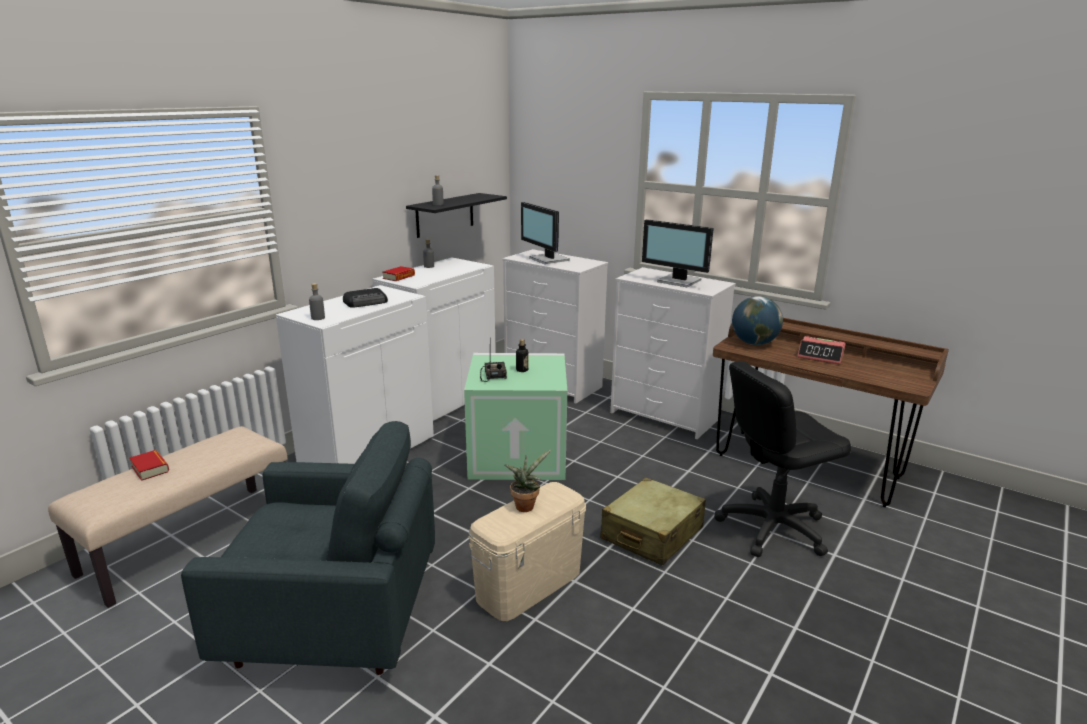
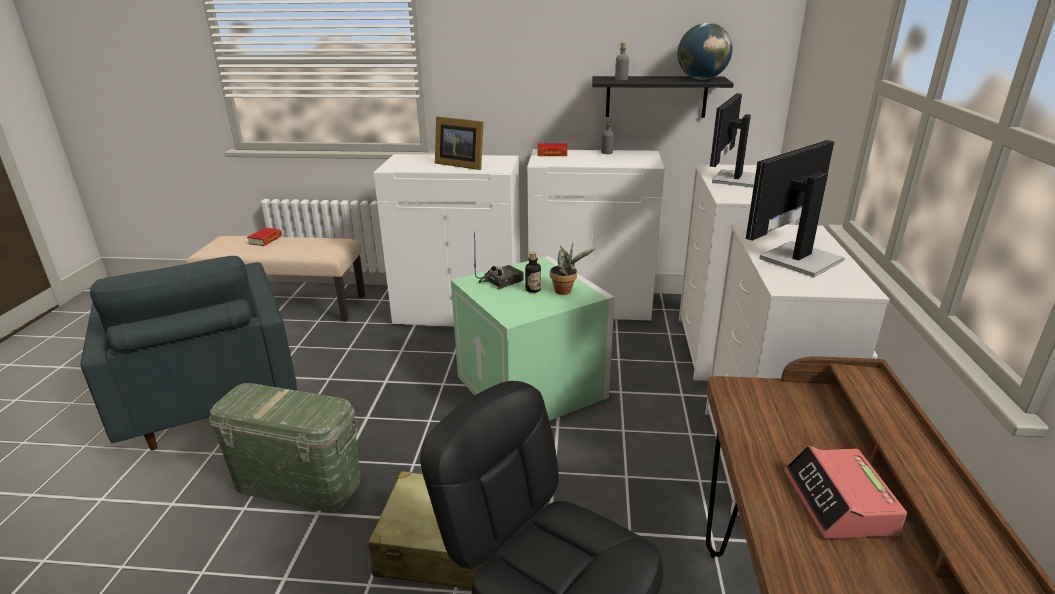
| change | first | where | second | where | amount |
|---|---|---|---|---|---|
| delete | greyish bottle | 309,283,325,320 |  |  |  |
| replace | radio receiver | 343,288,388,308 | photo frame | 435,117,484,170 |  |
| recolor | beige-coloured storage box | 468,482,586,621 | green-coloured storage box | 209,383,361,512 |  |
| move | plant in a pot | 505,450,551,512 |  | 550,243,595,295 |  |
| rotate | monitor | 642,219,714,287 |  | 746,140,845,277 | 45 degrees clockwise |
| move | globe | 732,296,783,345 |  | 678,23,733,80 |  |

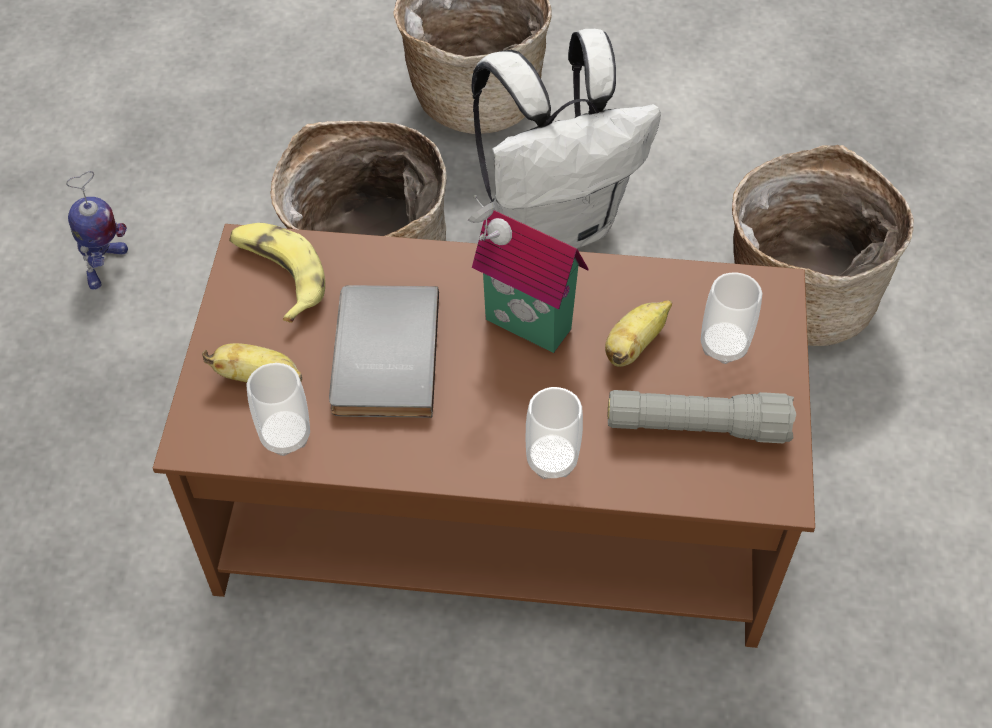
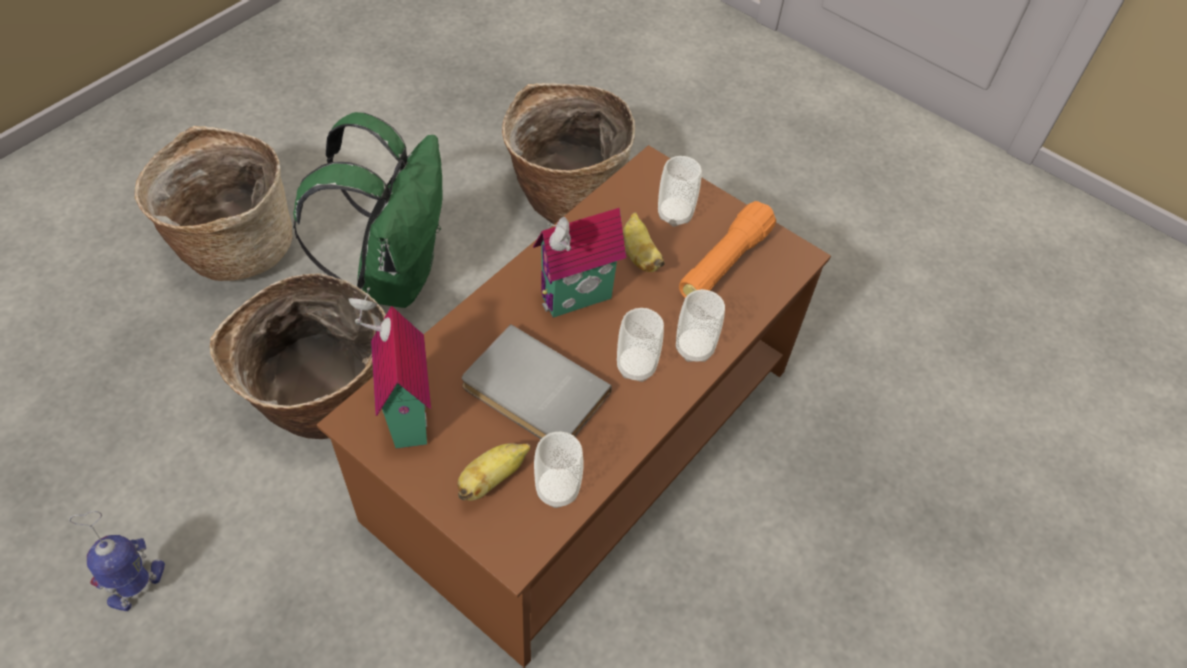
| change | first | where | second | where | amount |
|---|---|---|---|---|---|
| rotate | toy robot | 66,171,128,290 |  | 69,511,165,611 | 105 degrees counterclockwise |
| replace | whole banana | 229,223,325,323 | model house | 348,287,431,449 |  |
| recolor | white knapsack | 471,29,661,248 | green-coloured knapsack | 293,112,443,308 |  |
| recolor | greyish flashlight | 608,390,796,444 | orange-coloured flashlight | 679,201,776,298 |  |
| insert |  |  | drinking cup | 617,308,664,382 |  |

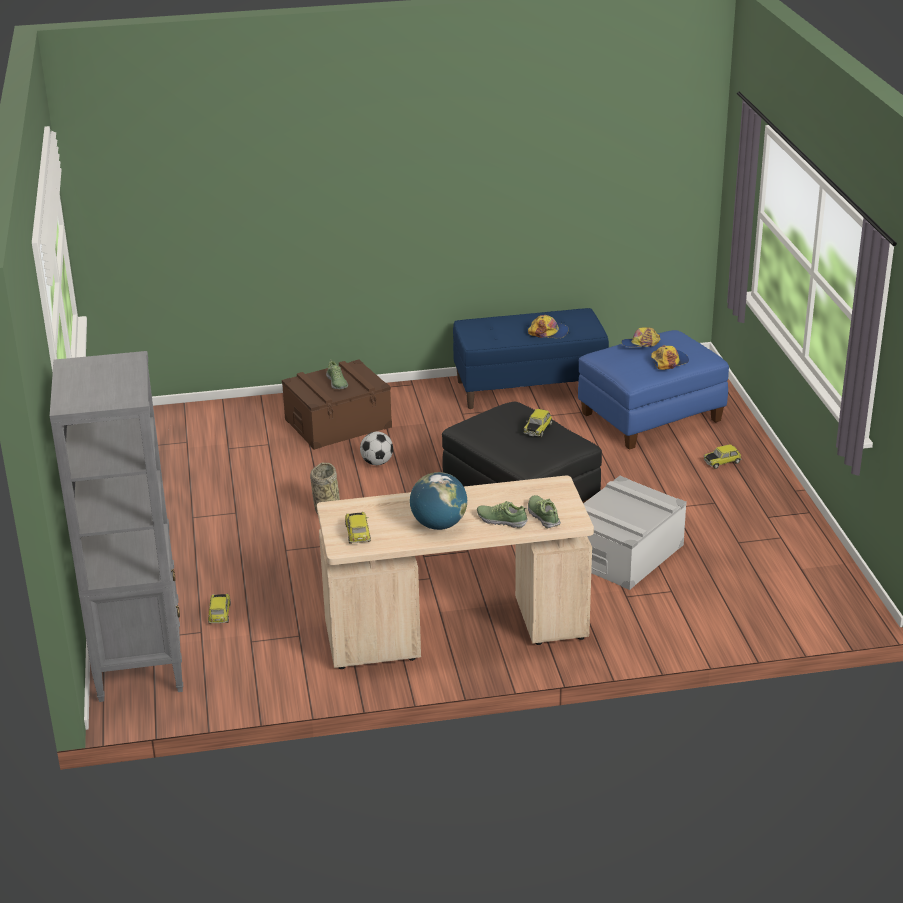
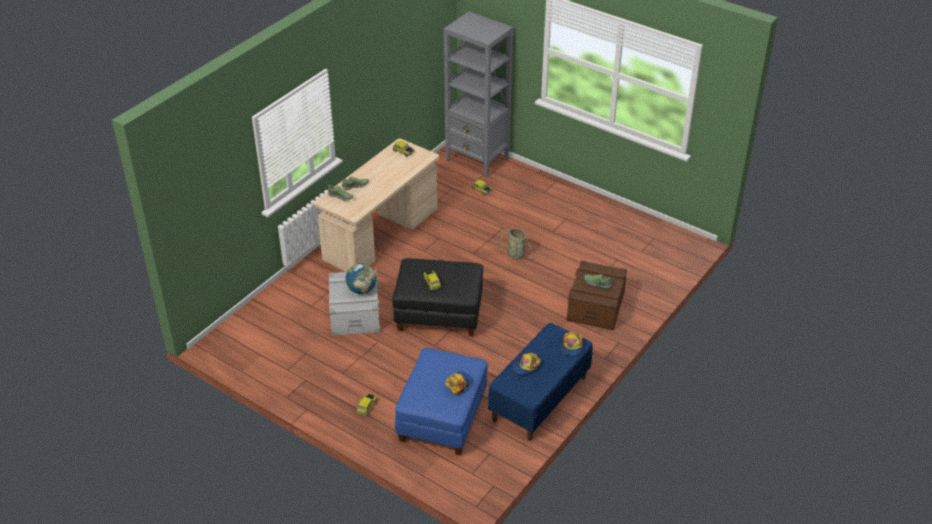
| change | first | where | second | where | amount |
|---|---|---|---|---|---|
| delete | ball for football | 360,432,393,465 |  |  |  |
| move | globe | 410,472,467,530 |  | 345,263,377,294 |  |
| move | peaked cap | 651,345,689,370 |  | 561,332,583,355 |  |

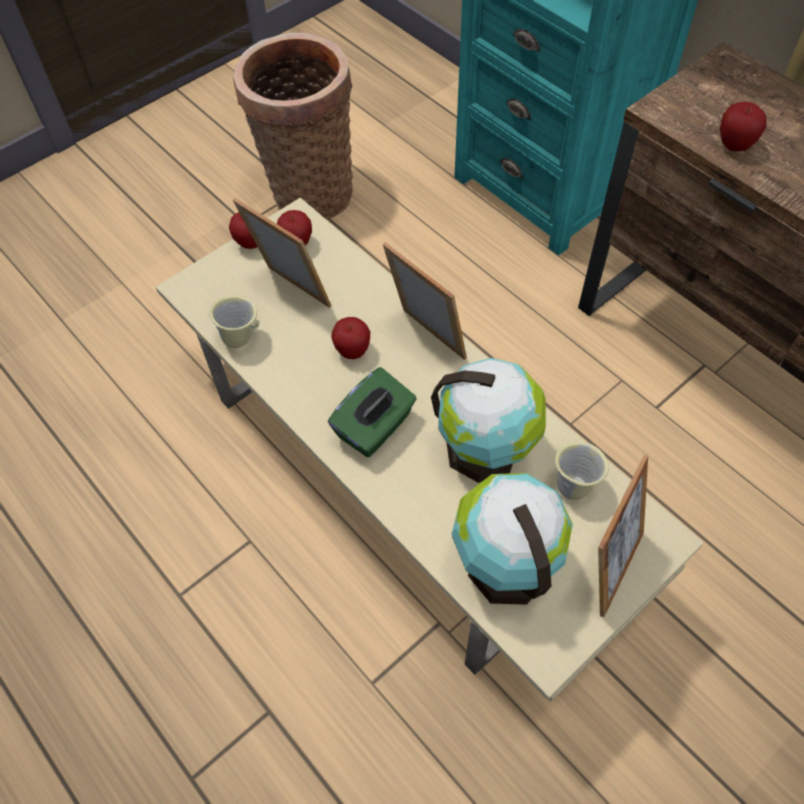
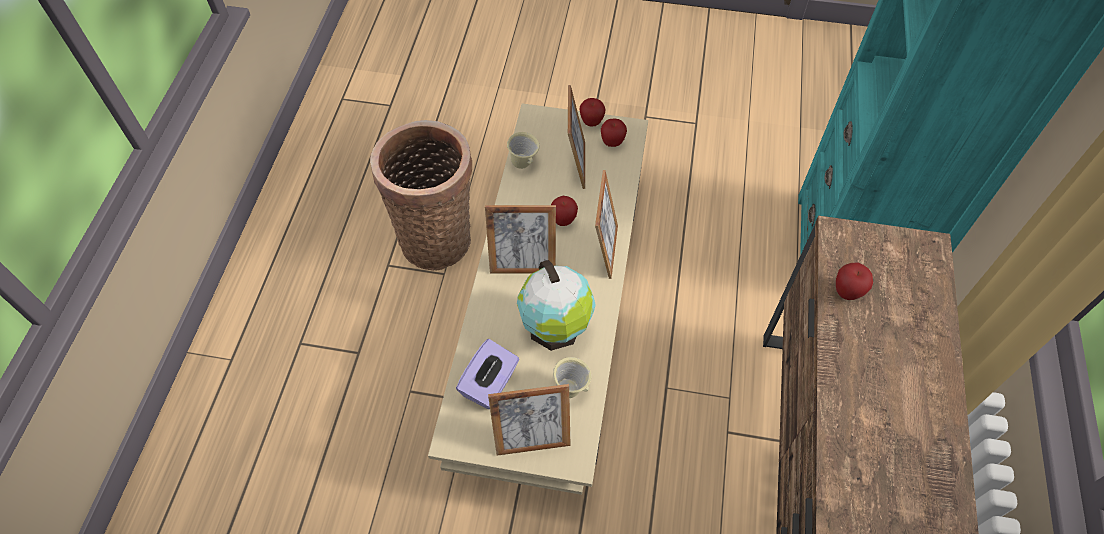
| change | first | where | second | where | amount |
|---|---|---|---|---|---|
| move | storage basket | 233,33,353,220 |  | 370,120,472,271 |  |
| replace | green-coloured box of tissues | 328,367,417,457 | photo frame | 485,205,556,274 |  |
| replace | globe | 452,473,573,605 | purplish box of tissues | 456,339,519,409 |  |

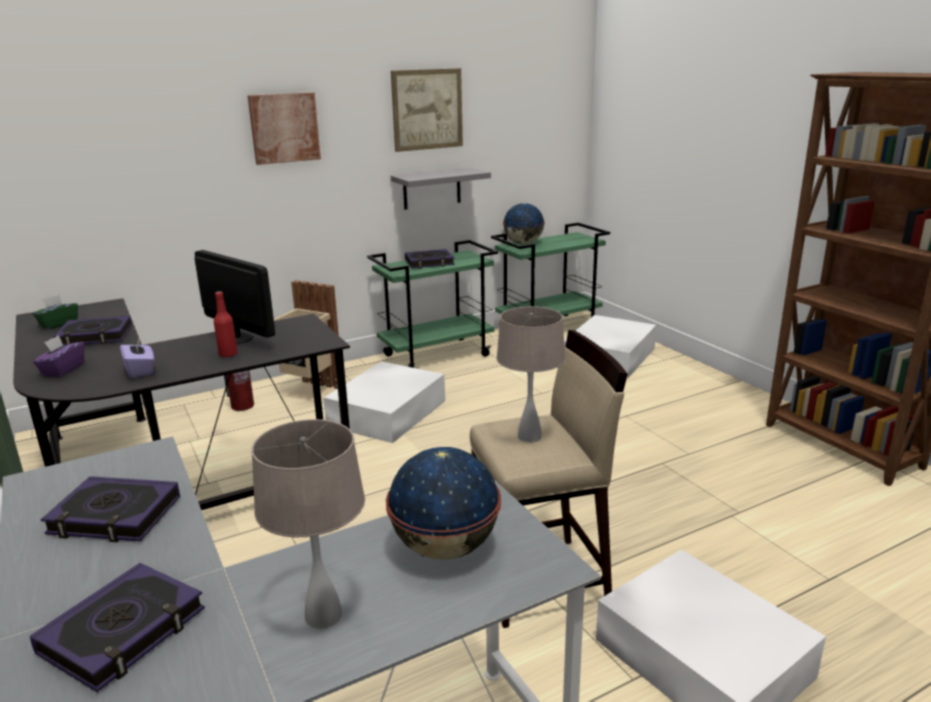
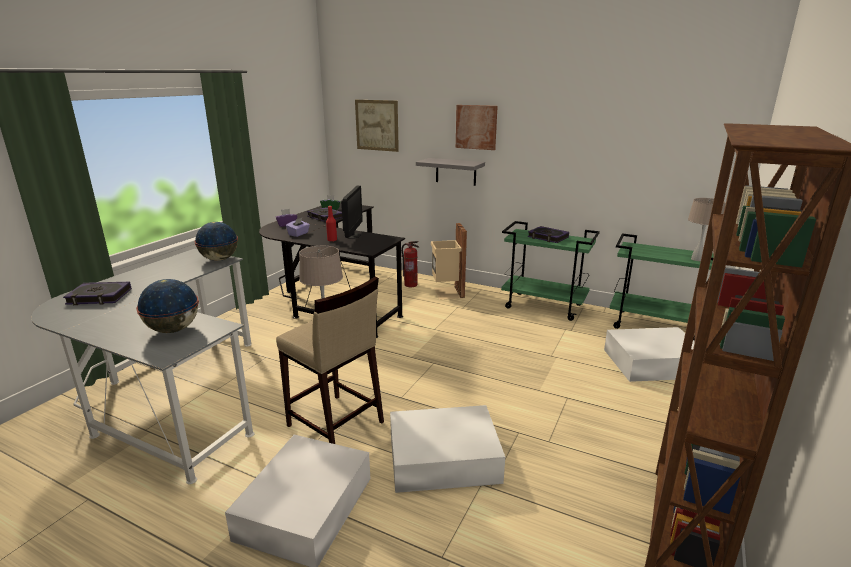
| change | first | where | second | where | amount |
|---|---|---|---|---|---|
| delete | book | 41,476,180,542 |  |  |  |
| move | beige-coloured table lamp | 251,419,365,629 |  | 688,198,726,261 |  |
| move | white storage box | 323,361,445,443 |  | 390,405,505,493 |  |
| move | picture | 391,68,463,152 |  | 355,100,399,152 |  |
| move | greyish shelf | 391,167,491,209 |  | 416,158,485,186 |  |
| move | globe | 503,203,545,244 |  | 194,222,238,261 |  |

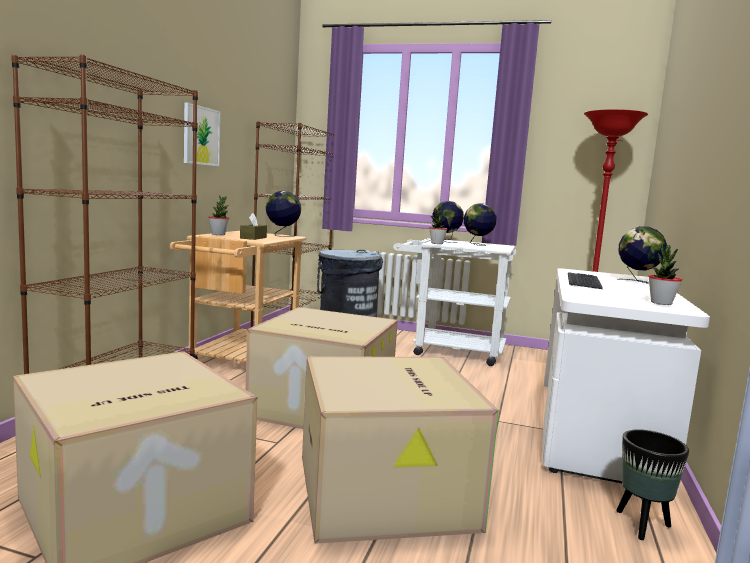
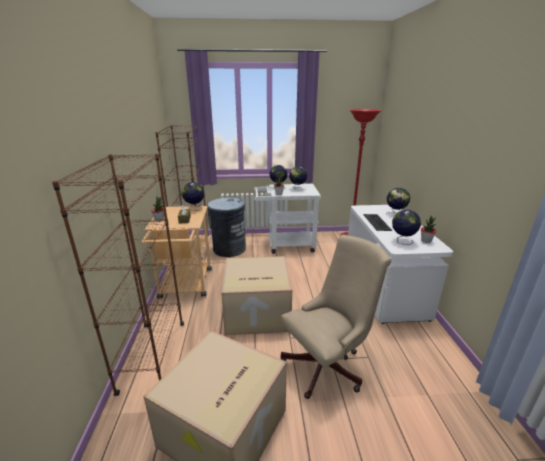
| change | first | where | second | where | amount |
|---|---|---|---|---|---|
| delete | picture | 184,103,220,166 |  |  |  |
| replace | cardboard box | 302,356,499,544 | beige-coloured computer chair | 280,235,391,399 |  |
| delete | blackish flower pot | 616,429,689,540 |  |  |  |
| insert |  |  | globe | 392,210,421,245 |  |

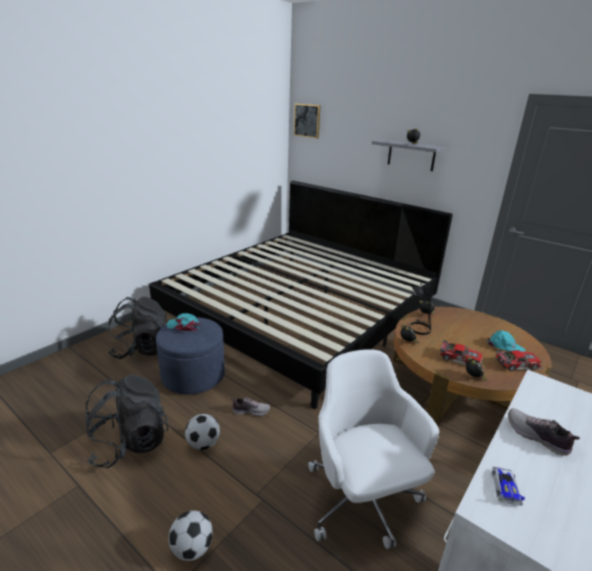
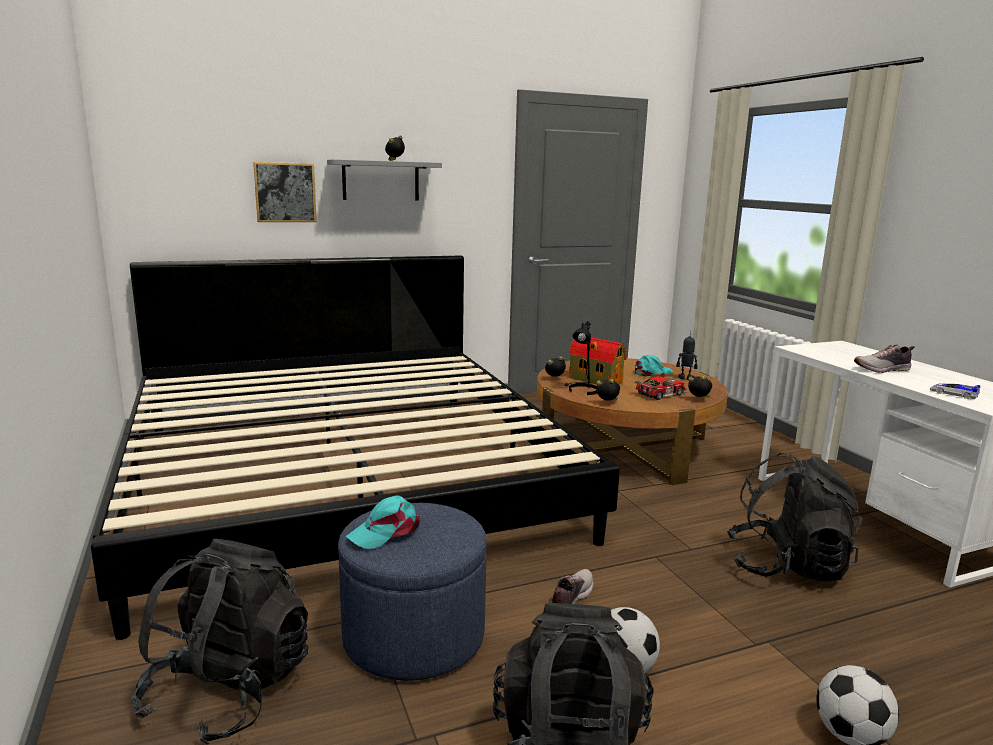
| change | first | where | second | where | amount |
|---|---|---|---|---|---|
| move | picture | 294,103,320,138 |  | 253,162,317,222 |  |
| replace | white computer chair | 308,349,439,549 | blackish knapsack | 727,453,862,582 |  |
| replace | model car | 496,350,543,371 | toy robot | 676,331,698,380 |  |
| insert |  |  | model house | 569,337,626,385 |  |

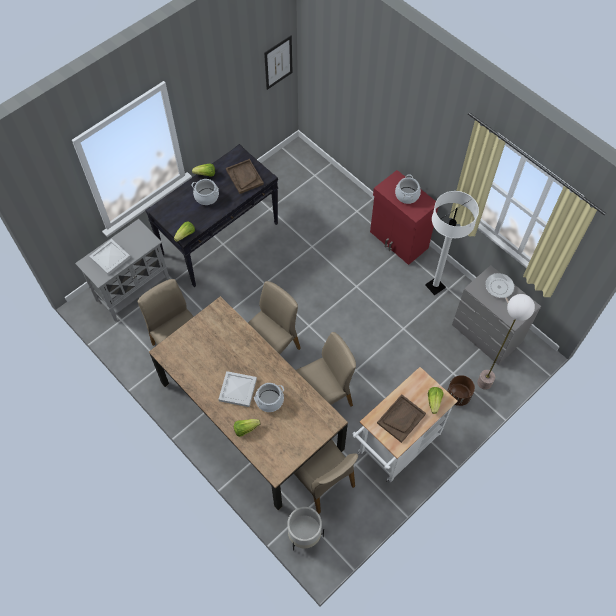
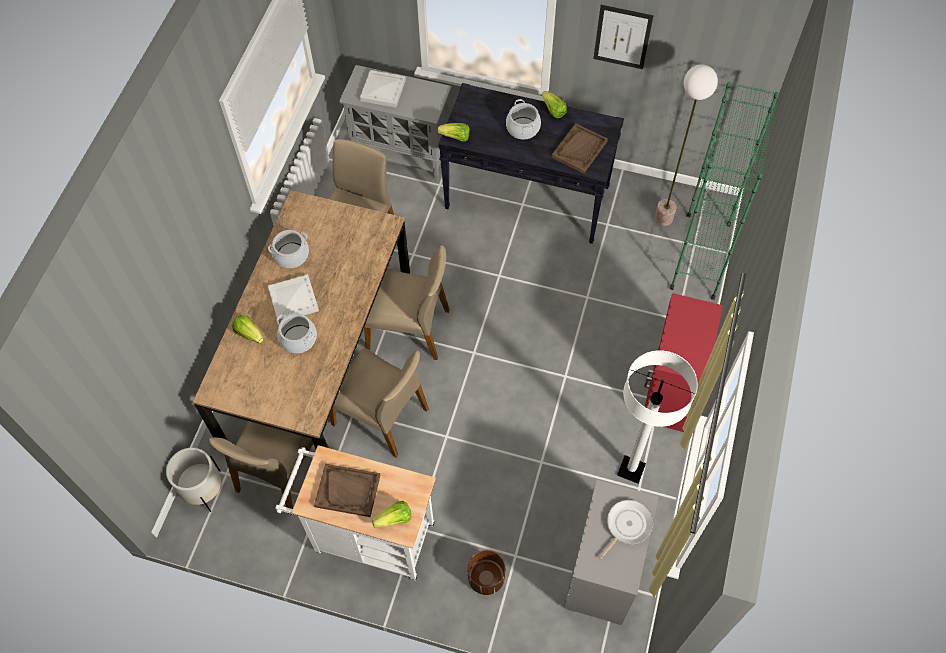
| change | first | where | second | where | amount |
|---|---|---|---|---|---|
| move | picture | 264,35,293,90 |  | 593,5,653,69 |  |
| move | cooking pot | 395,174,421,204 |  | 268,230,309,268 |  |
| move | standard lamp | 477,294,535,390 |  | 655,64,718,226 |  |
| insert |  |  | green-coloured bookshelf | 670,82,779,300 |  |

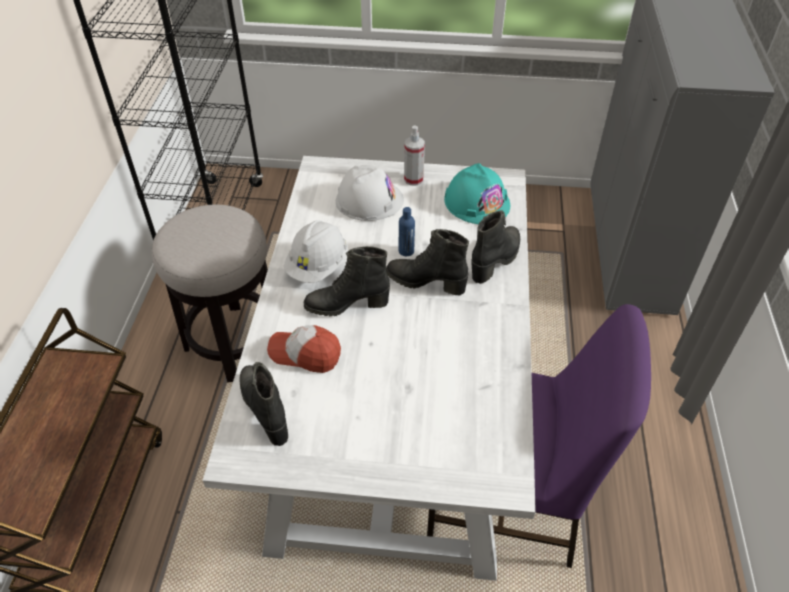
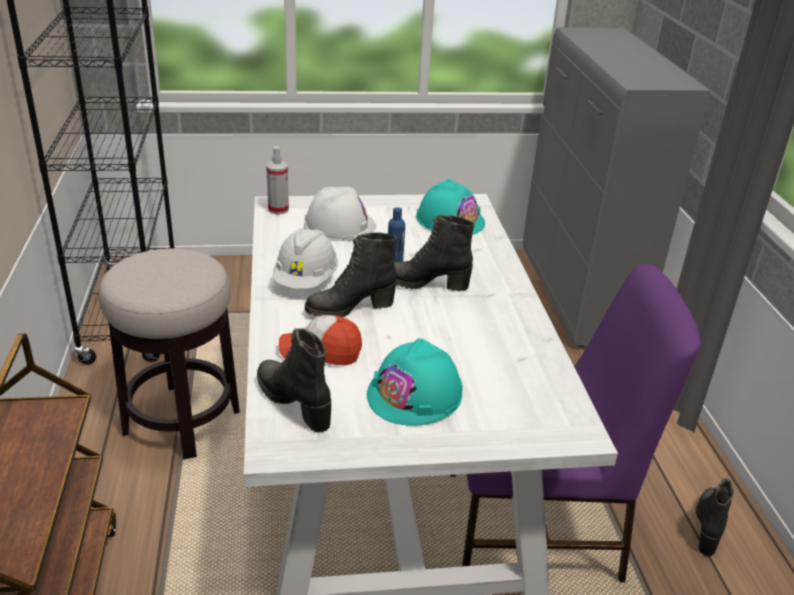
| change | first | where | second | where | amount |
|---|---|---|---|---|---|
| move | hand sprayer | 404,126,425,186 |  | 266,147,289,215 |  |
| move | blackish tall boot | 471,210,520,284 |  | 696,478,734,556 |  |
| insert |  |  | turquoise-coloured hard hat | 367,338,463,426 |  |

